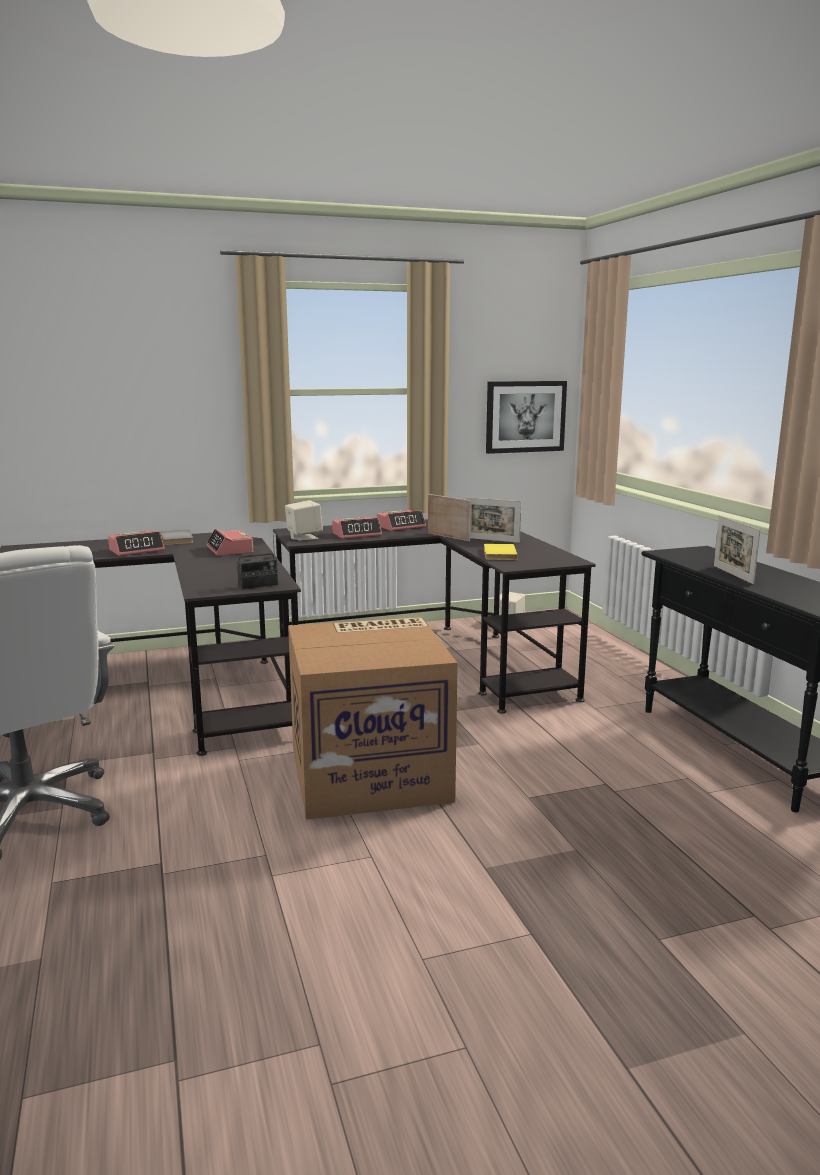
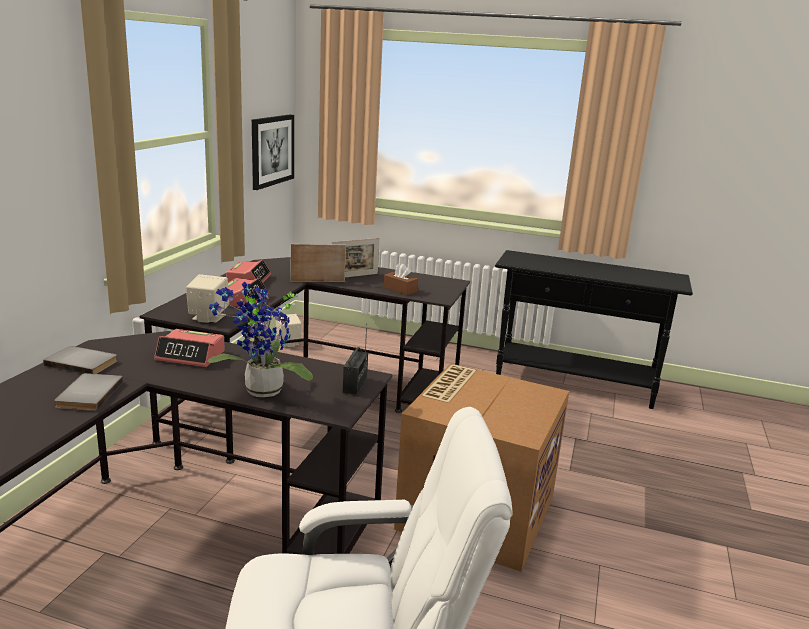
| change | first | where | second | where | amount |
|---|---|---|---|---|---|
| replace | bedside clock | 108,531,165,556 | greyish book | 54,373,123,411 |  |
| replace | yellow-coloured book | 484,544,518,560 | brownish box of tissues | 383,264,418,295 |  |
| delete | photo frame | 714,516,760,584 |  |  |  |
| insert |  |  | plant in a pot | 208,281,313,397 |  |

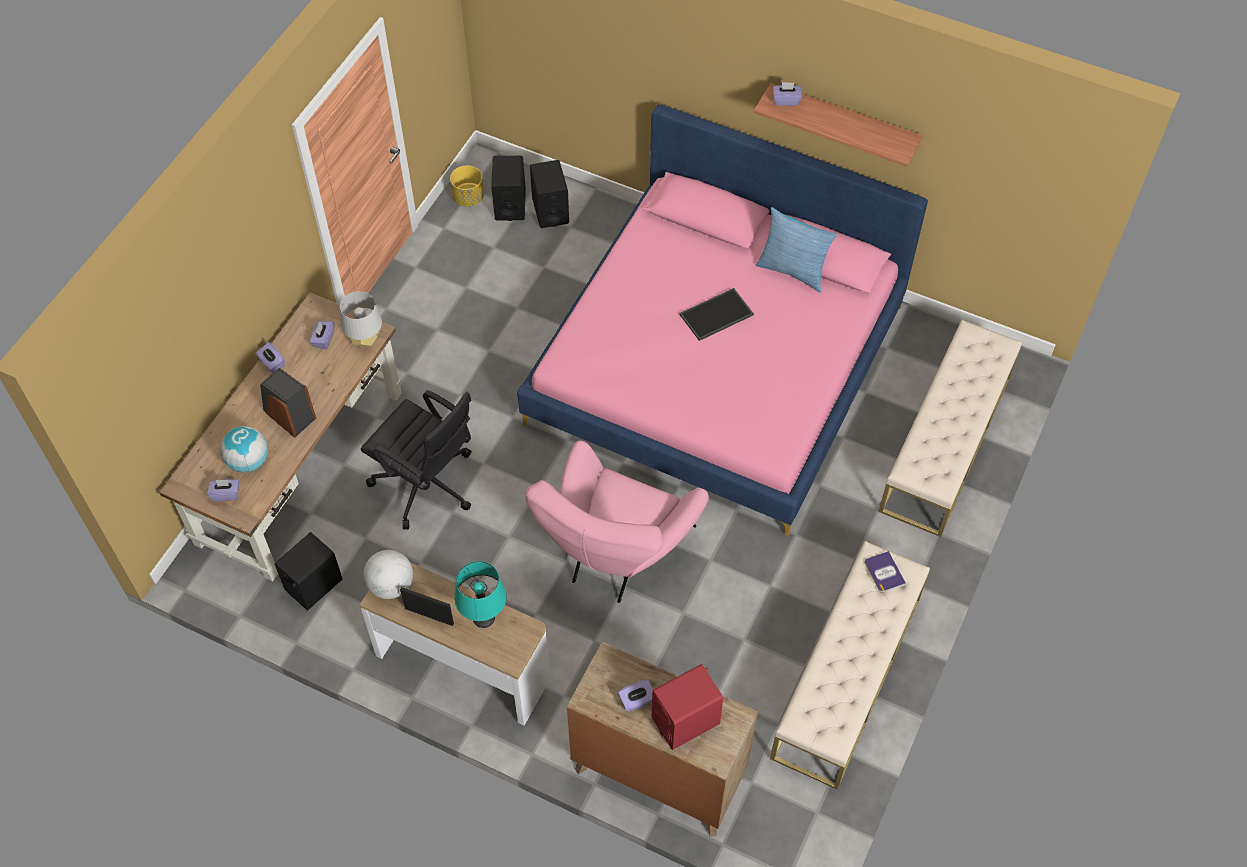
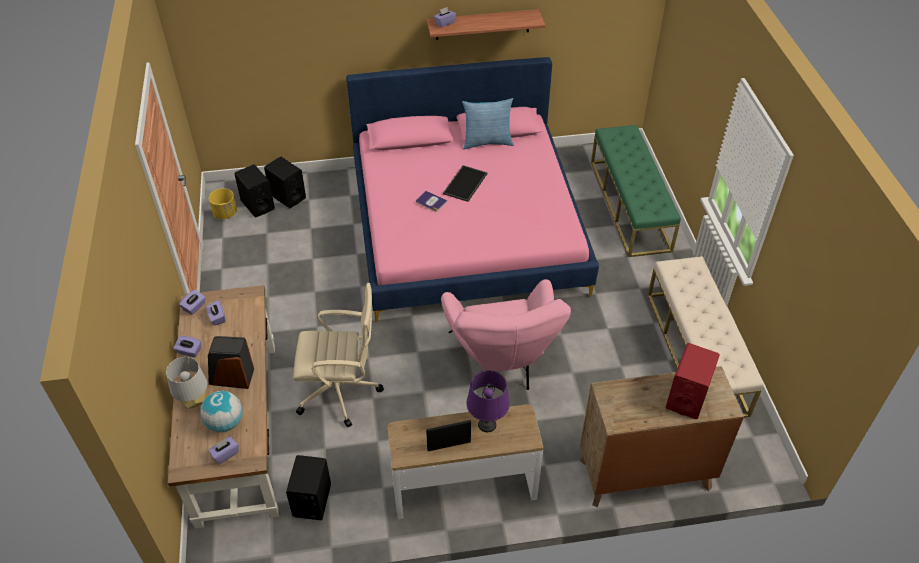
| change | first | where | second | where | amount |
|---|---|---|---|---|---|
| move | greyish table lamp | 340,291,382,347 |  | 166,357,207,409 |  |
| recolor | blackish computer chair | 361,390,472,530 | beige-coloured computer chair | 293,283,384,427 |  |
| delete | globe | 363,550,413,599 |  |  |  |
| recolor | turquoise-coloured table lamp | 455,561,507,628 | purplish table lamp | 466,370,510,432 |  |
| move | purplish box of tissues | 618,679,653,712 |  | 179,289,206,315 |  |
| move | book | 865,551,906,592 |  | 416,191,447,212 |  |
| recolor | beige-coloured long seat | 878,320,1022,537 | green-coloured long seat | 591,125,681,257 |  |

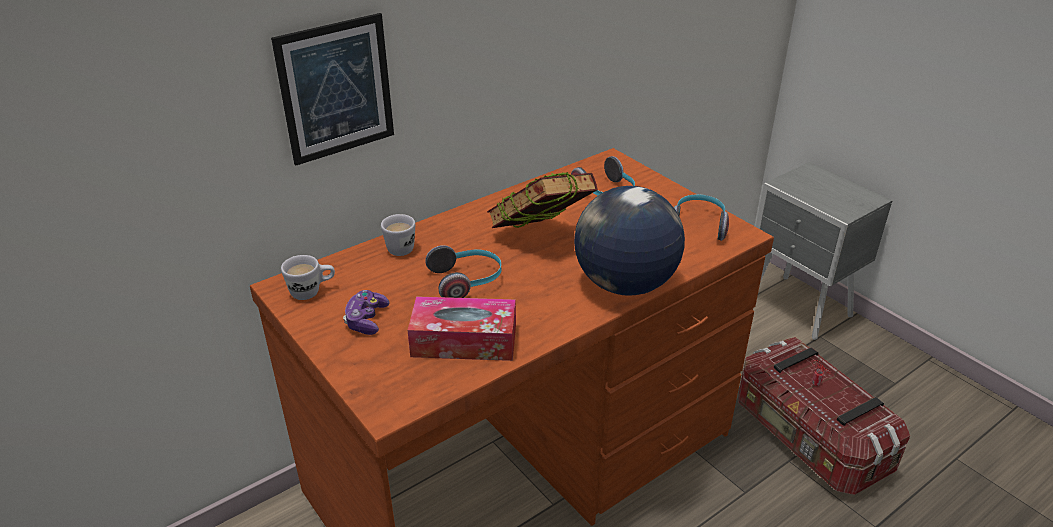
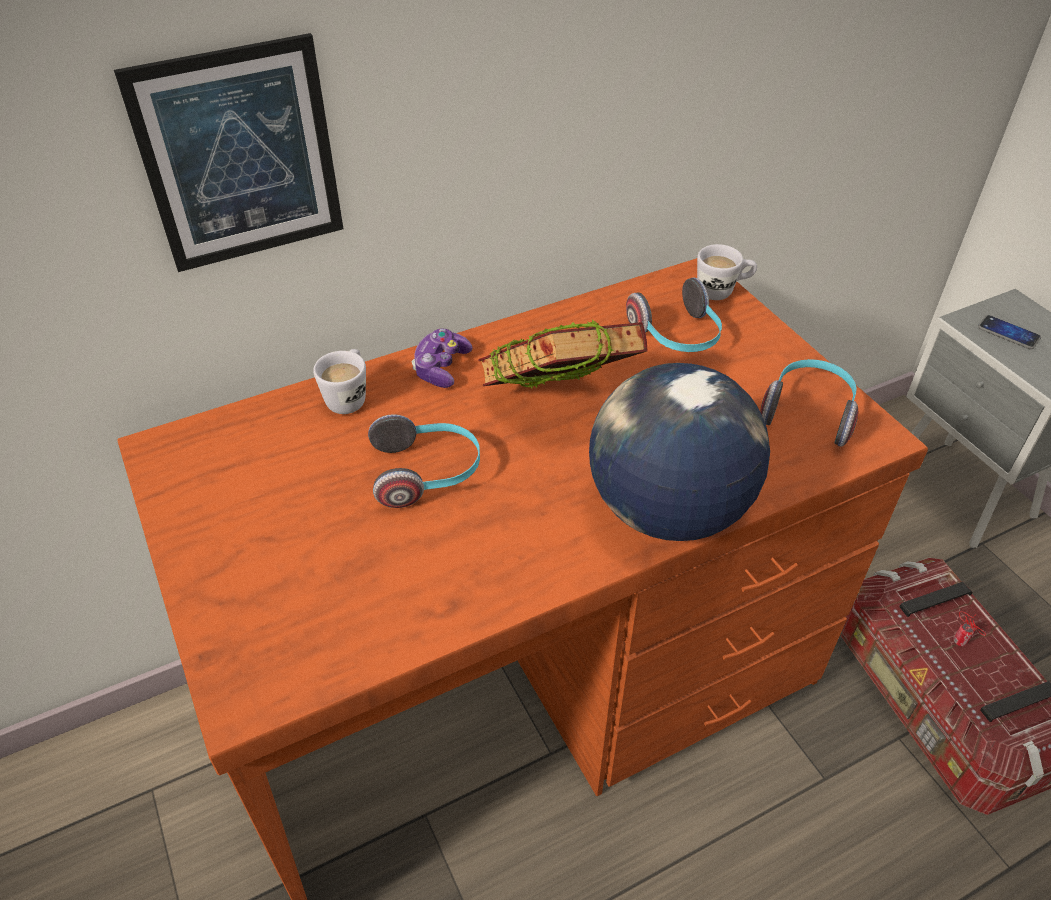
| change | first | where | second | where | amount |
|---|---|---|---|---|---|
| move | white coffee mug | 281,255,335,300 |  | 697,244,757,300 |  |
| move | gamepad | 343,290,389,335 |  | 412,329,472,388 |  |
| delete | box of tissues | 408,296,516,361 |  |  |  |
| insert |  |  | telephone | 978,315,1041,349 |  |

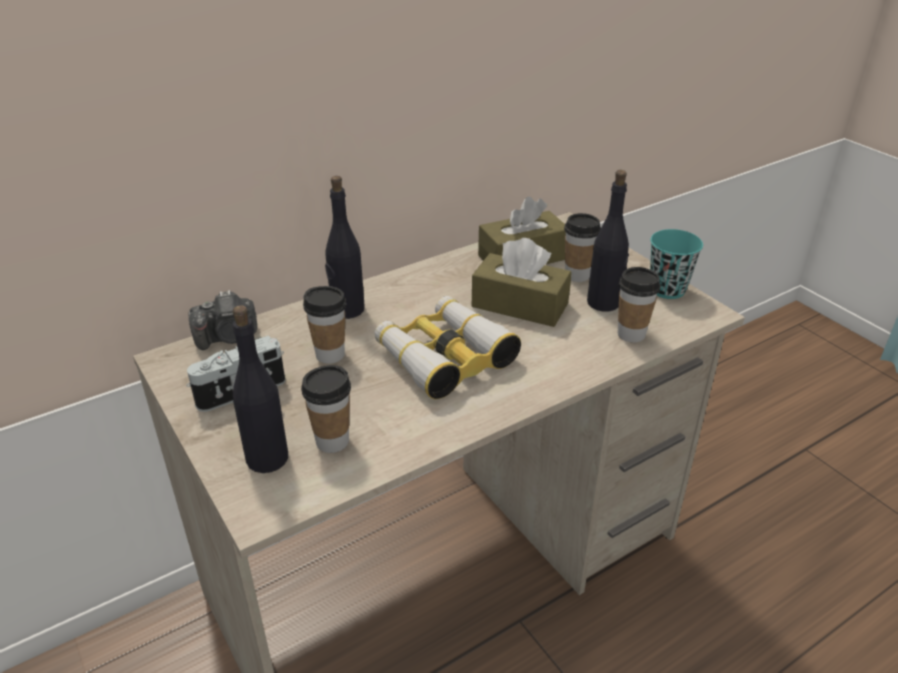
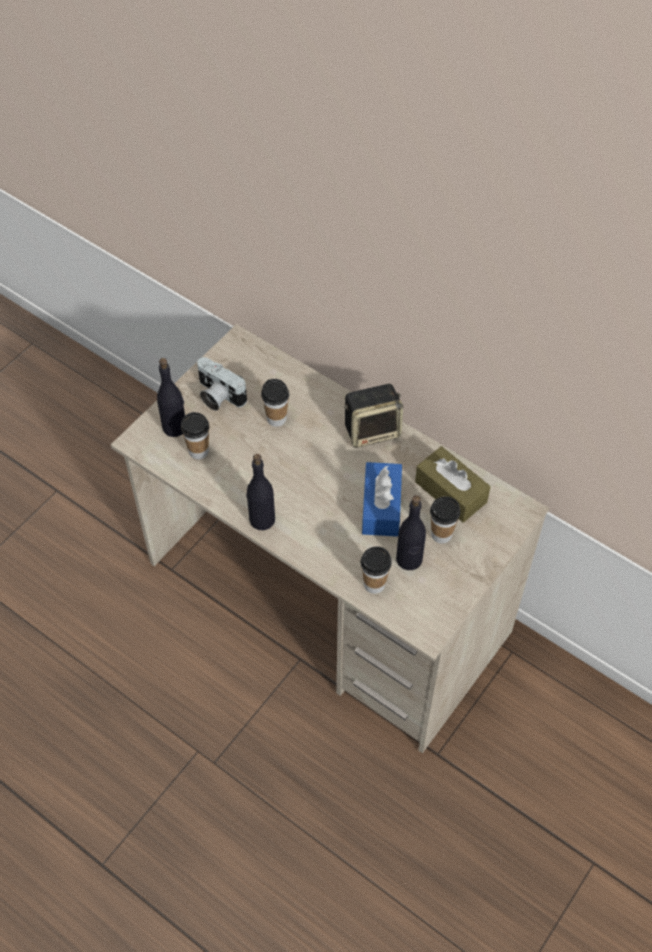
| change | first | where | second | where | amount |
|---|---|---|---|---|---|
| delete | still camera | 189,290,257,350 |  |  |  |
| move | blackish bottle | 325,176,365,319 |  | 246,454,275,530 |  |
| delete | field glasses | 374,296,521,399 |  |  |  |
| recolor | brownish box of tissues | 472,238,572,327 | blue-coloured box of tissues | 362,462,402,537 |  |
| delete | turquoise-coloured drinking cup | 650,229,703,299 |  |  |  |
| insert |  |  | audio speaker | 344,384,403,448 |  |

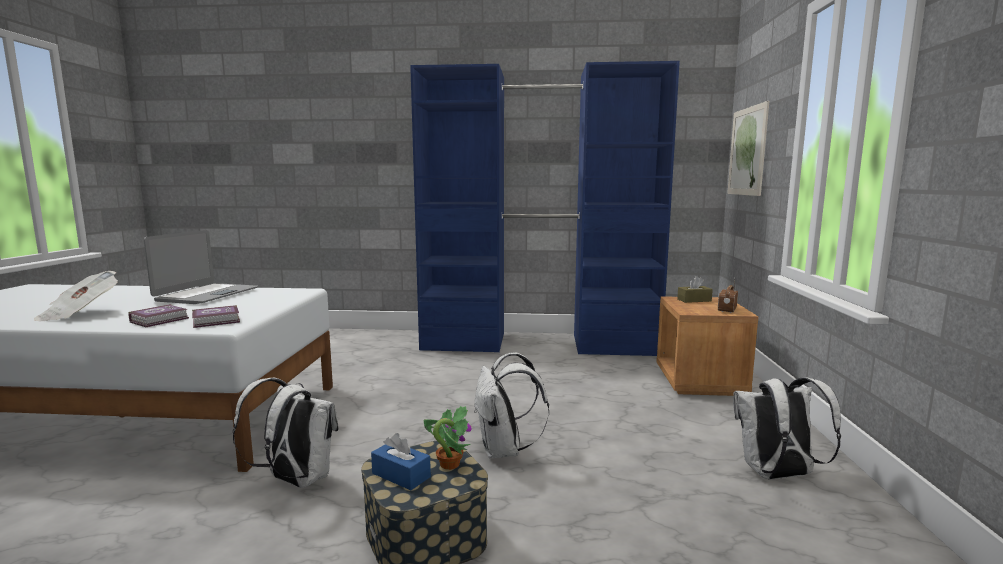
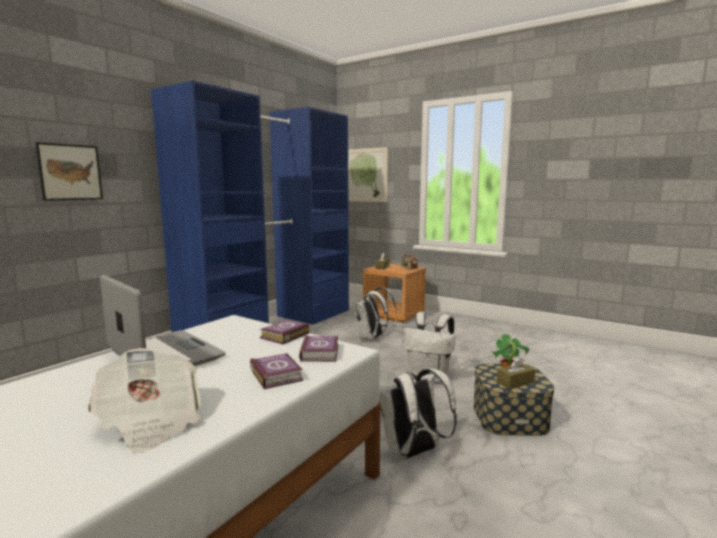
| change | first | where | second | where | amount |
|---|---|---|---|---|---|
| recolor | blue-coloured box of tissues | 371,433,431,490 | brownish box of tissues | 497,356,535,389 |  |
| move | white knapsack | 733,377,841,479 |  | 355,287,397,341 |  |
| insert |  |  | picture | 35,142,103,201 |  |
| insert |  |  | book | 259,320,309,344 |  |

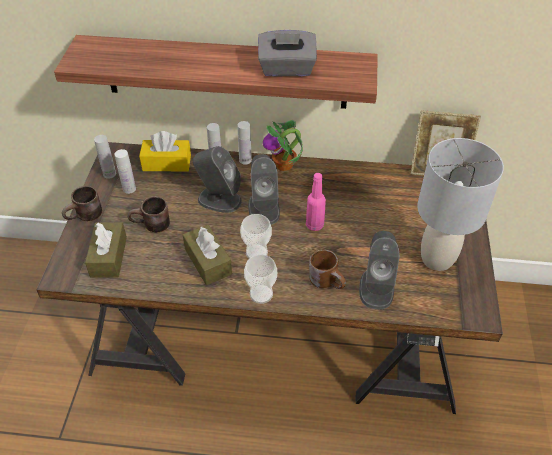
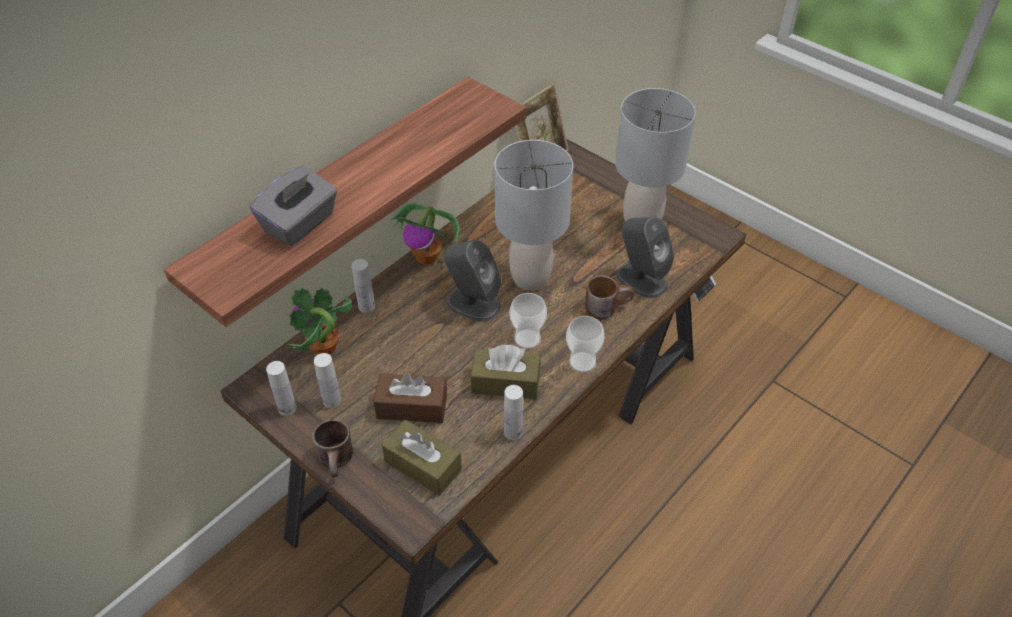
| change | first | where | second | where | amount |
|---|---|---|---|---|---|
| replace | brownish coffee mug | 128,196,170,232 | brownish box of tissues | 373,373,447,423 |  |
| replace | yellow-coloured box of tissues | 139,131,191,171 | plant in a pot | 287,287,352,355 |  |
| delete | greyish audio speaker | 193,146,242,213 |  |  |  |
| move | white bottle | 238,121,252,165 |  | 504,385,523,440 |  |
| move | greyish box of tissues | 258,30,317,77 |  | 250,165,337,246 |  |
| replace | pink bottle | 306,173,326,231 | greyish table lamp | 494,140,573,291 |  |

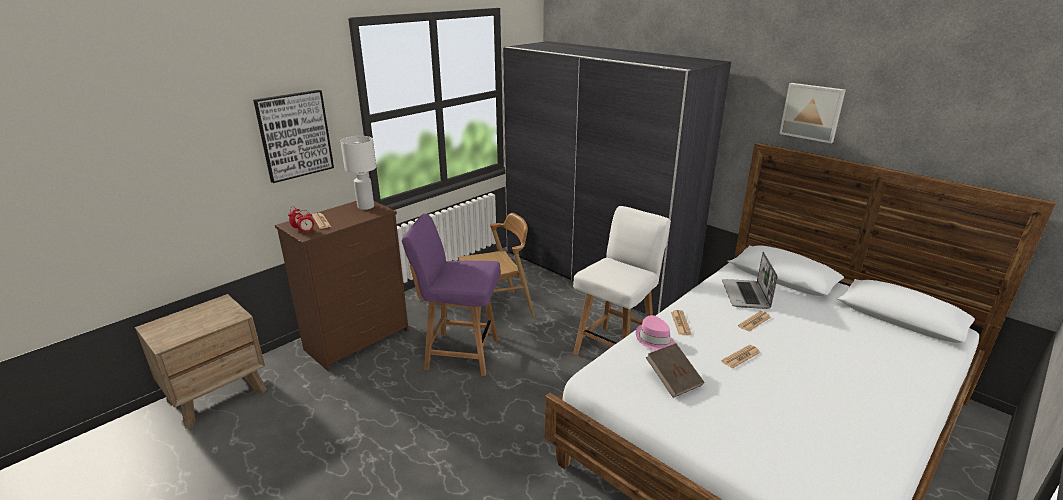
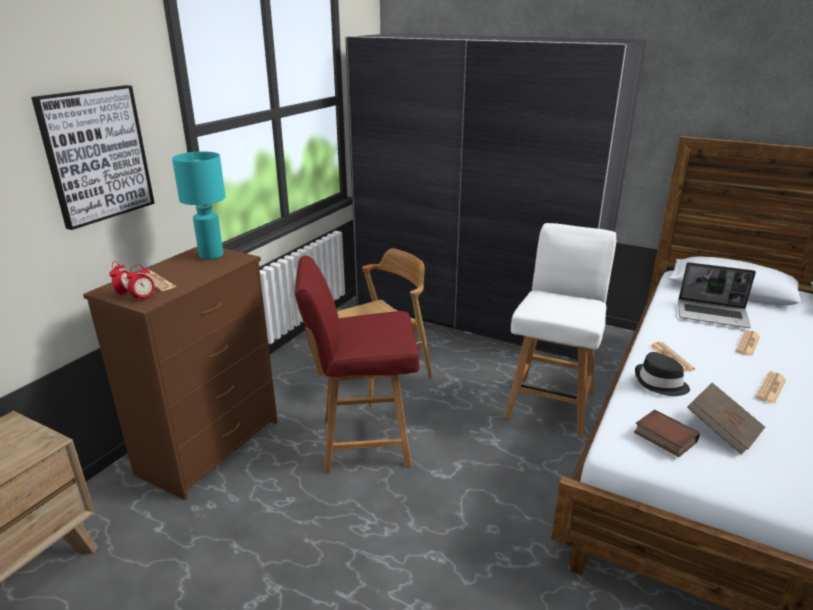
| change | first | where | second | where | amount |
|---|---|---|---|---|---|
| recolor | white table lamp | 340,136,376,210 | turquoise-coloured table lamp | 172,151,226,260 |  |
| recolor | purplish plain chair | 402,214,501,376 | red-coloured plain chair | 295,256,419,473 |  |
| recolor | pink wearable hat | 636,315,675,350 | blackish wearable hat | 635,352,690,396 |  |
| rotate | notebook computer | 722,252,778,309 |  | 678,262,756,328 | 60 degrees counterclockwise |
| delete | picture | 779,83,846,143 |  |  |  |
| insert |  |  | book | 634,410,700,457 |  |

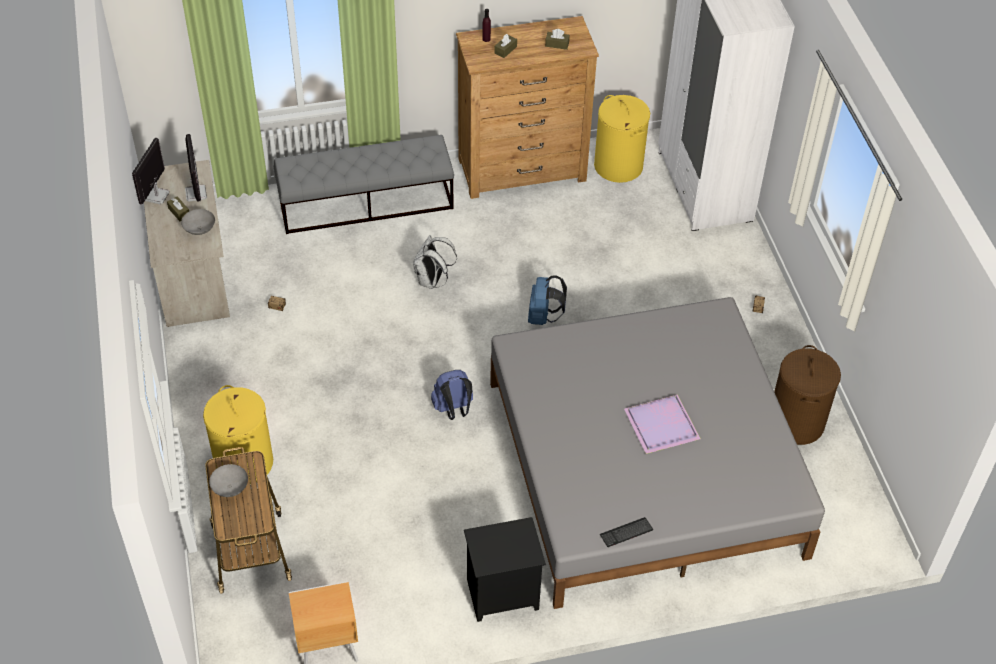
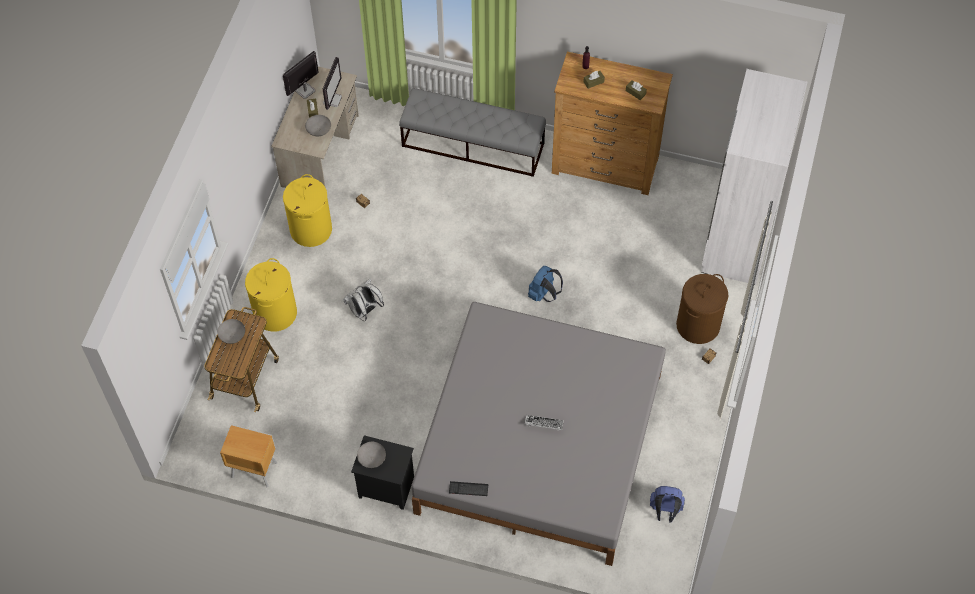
| change | first | where | second | where | amount |
|---|---|---|---|---|---|
| move | white knapsack | 413,235,457,289 |  | 343,278,384,321 |  |
| move | blue-coloured knapsack | 431,370,473,420 |  | 650,486,685,523 |  |
| move | yellow-coloured washing basket | 594,95,650,183 |  | 283,174,332,247 |  |
| replace | purplish carrying tray | 624,394,701,454 | PC keyboard | 525,415,564,431 |  |
| move | brownish washing basket | 774,345,841,445 |  | 676,274,729,344 |  |
| insert |  |  | greyish serving bowl | 357,442,386,468 |  |

